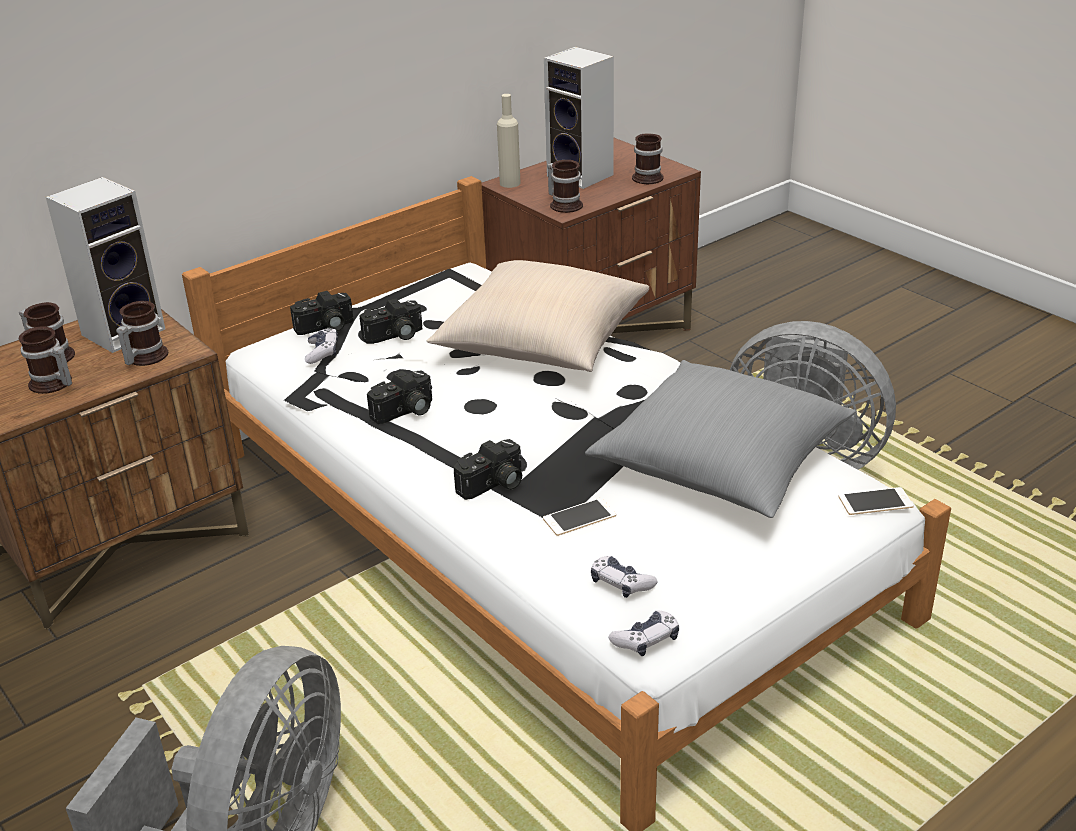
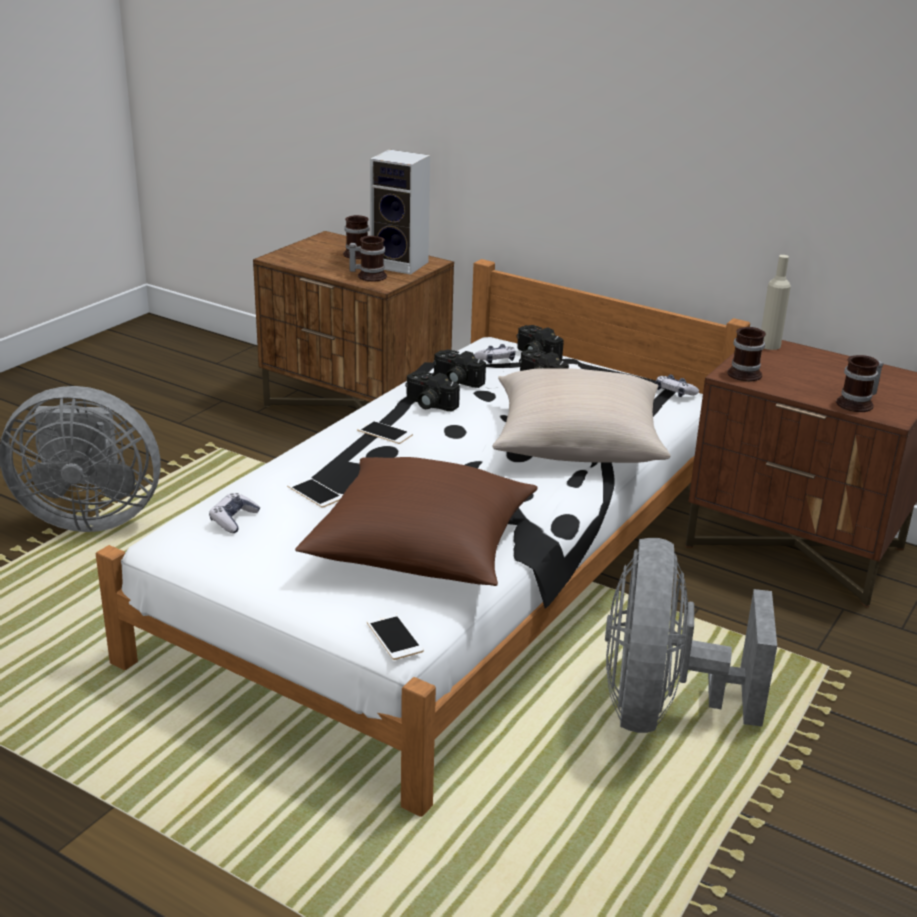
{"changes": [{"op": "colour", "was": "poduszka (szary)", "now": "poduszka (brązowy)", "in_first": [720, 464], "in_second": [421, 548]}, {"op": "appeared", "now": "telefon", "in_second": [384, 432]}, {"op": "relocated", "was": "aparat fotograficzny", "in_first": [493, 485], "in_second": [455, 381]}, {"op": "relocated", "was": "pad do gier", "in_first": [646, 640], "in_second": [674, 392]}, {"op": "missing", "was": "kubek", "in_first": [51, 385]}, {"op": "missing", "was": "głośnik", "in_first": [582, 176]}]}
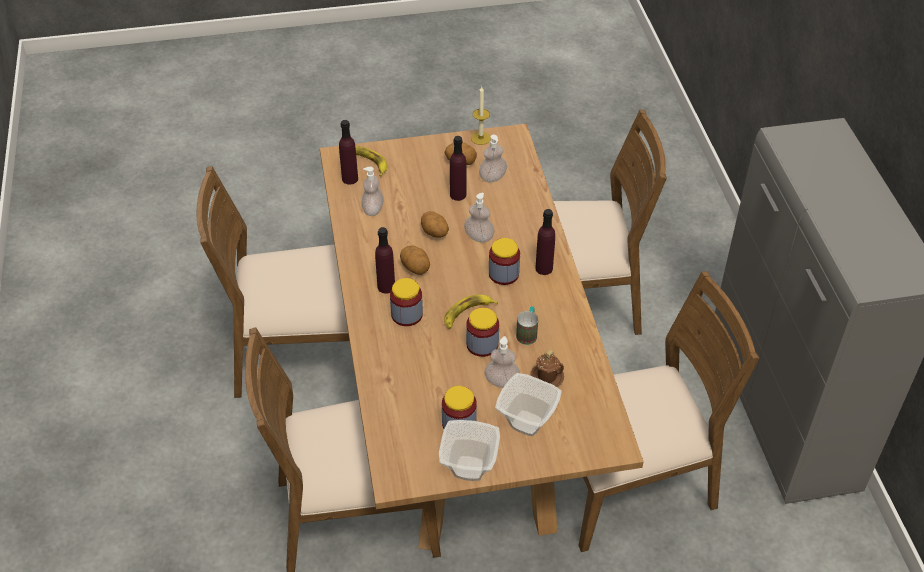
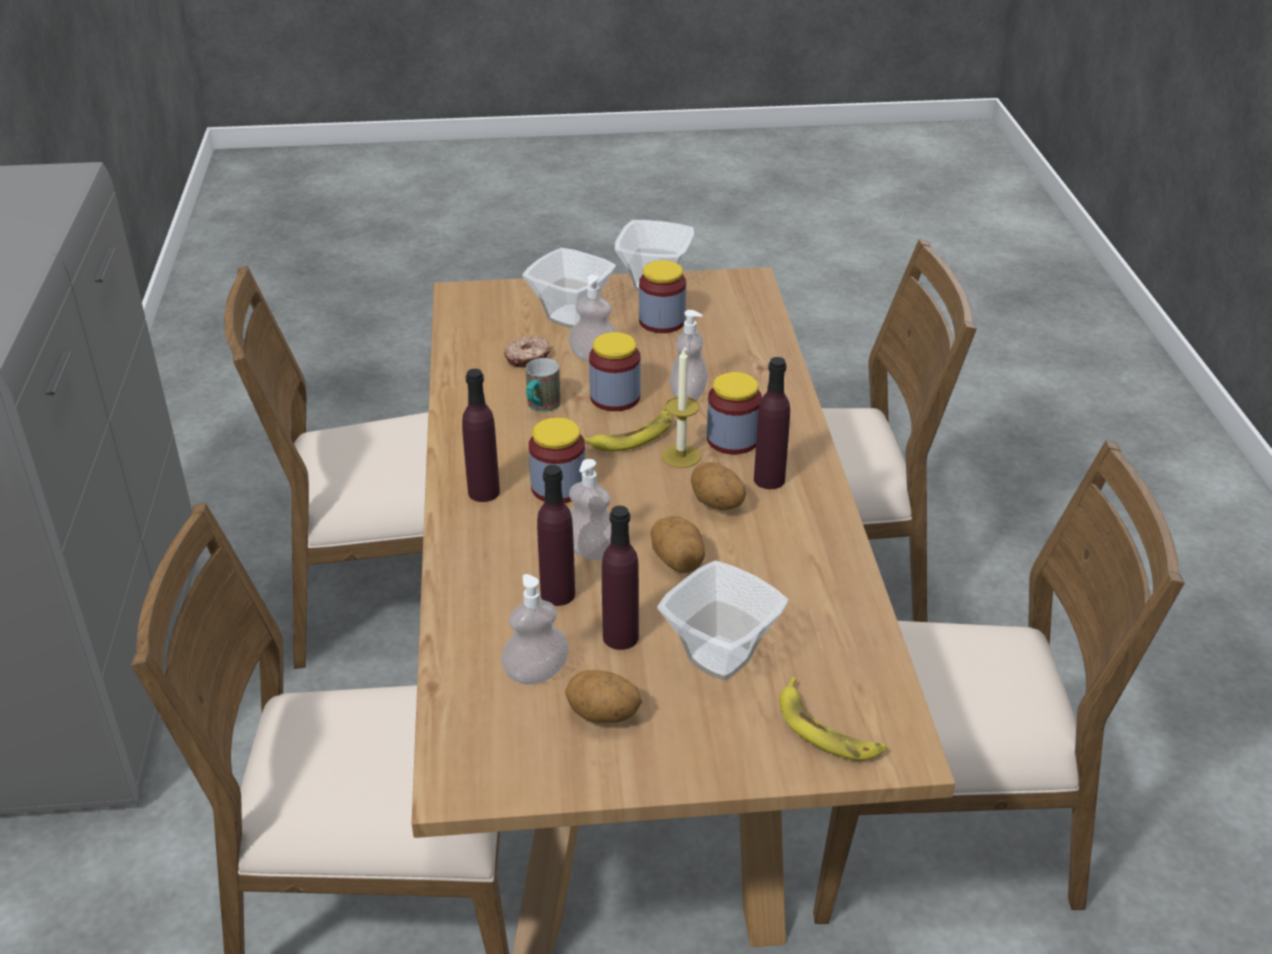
{"changes": [{"op": "exchanged", "was": "kubek (brązowy)", "now": "donut", "in_first": [547, 377], "in_second": [528, 358]}, {"op": "relocated", "was": "butelka (fioletowy)", "in_first": [350, 179], "in_second": [558, 594]}, {"op": "appeared", "now": "miska", "in_second": [717, 658]}, {"op": "relocated", "was": "świeca", "in_first": [480, 138], "in_second": [681, 456]}, {"op": "relocated", "was": "dozownik mydła", "in_first": [373, 209], "in_second": [688, 394]}]}
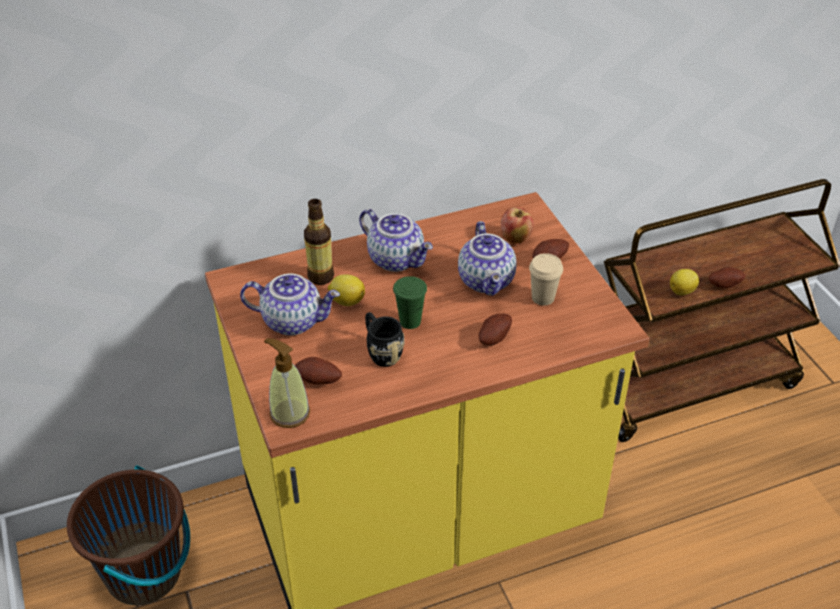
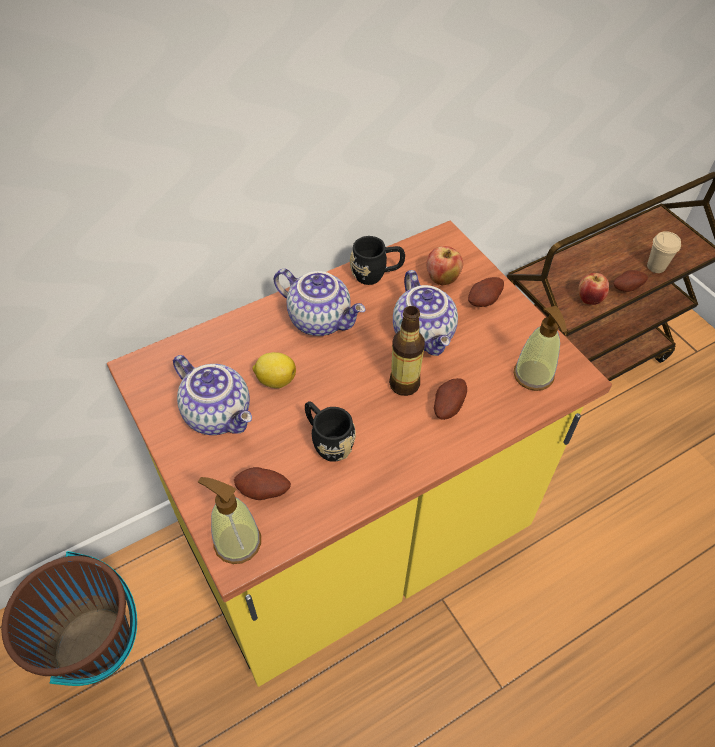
{"changes": [{"op": "spun", "was": "imbryk", "in_first": [293, 321], "in_second": [219, 414], "clockwise": 45}, {"op": "appeared", "now": "kubek (czarny)", "in_second": [376, 274]}, {"op": "relocated", "was": "butelka", "in_first": [320, 277], "in_second": [404, 384]}, {"op": "appeared", "now": "dozownik mydła", "in_second": [533, 375]}, {"op": "exchanged", "was": "cytryna", "now": "jabłko", "in_first": [682, 291], "in_second": [589, 299]}, {"op": "relocated", "was": "filiżanka (beżowy)", "in_first": [543, 298], "in_second": [656, 266]}, {"op": "missing", "was": "filiżanka (zielony)", "in_first": [410, 321]}]}
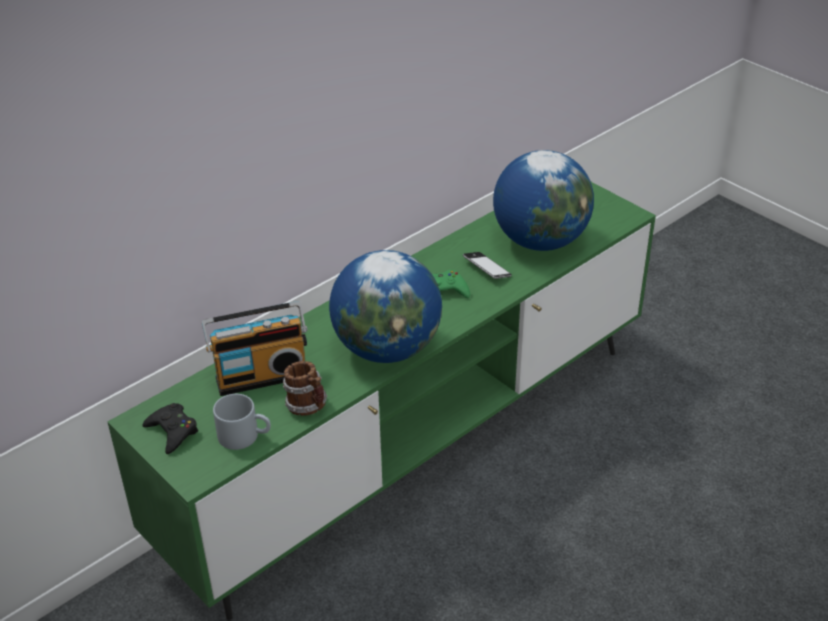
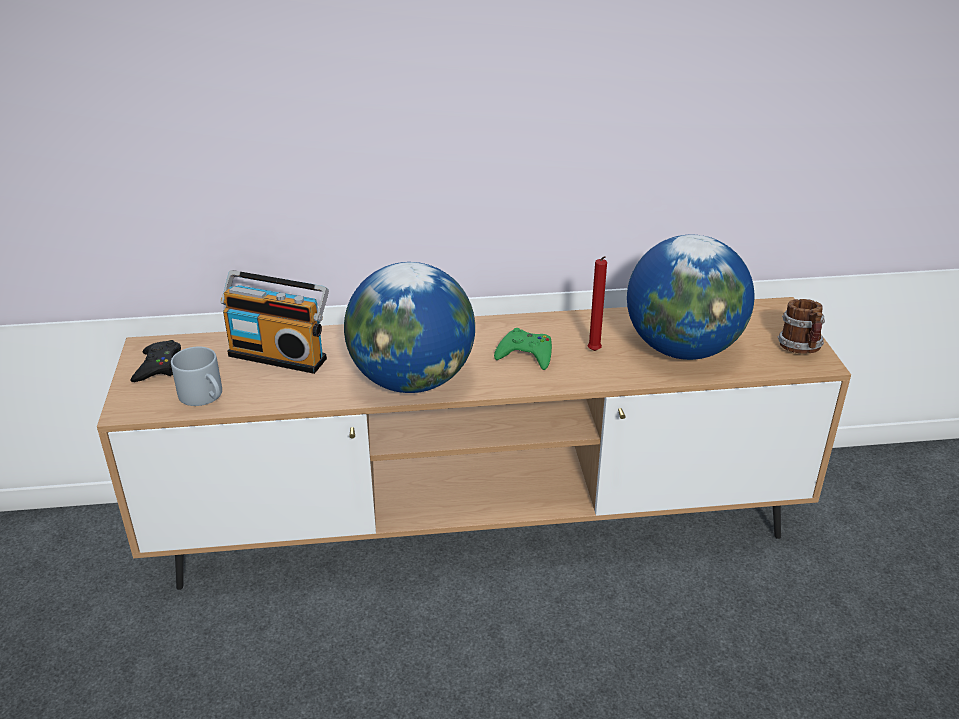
{"changes": [{"op": "colour", "was": "szafka pod telewizor (zielony)", "now": "szafka pod telewizor (brązowy)", "in_first": [414, 449], "in_second": [479, 528]}, {"op": "exchanged", "was": "telefon", "now": "świeca (czerwony)", "in_first": [486, 269], "in_second": [594, 352]}, {"op": "relocated", "was": "kubek", "in_first": [308, 407], "in_second": [800, 349]}]}
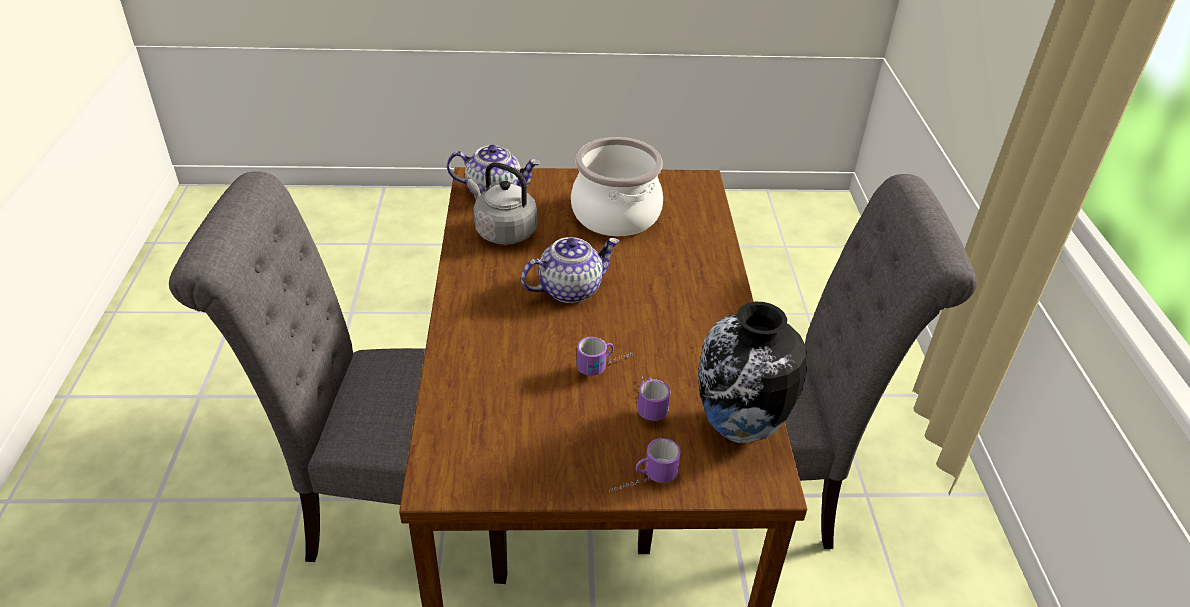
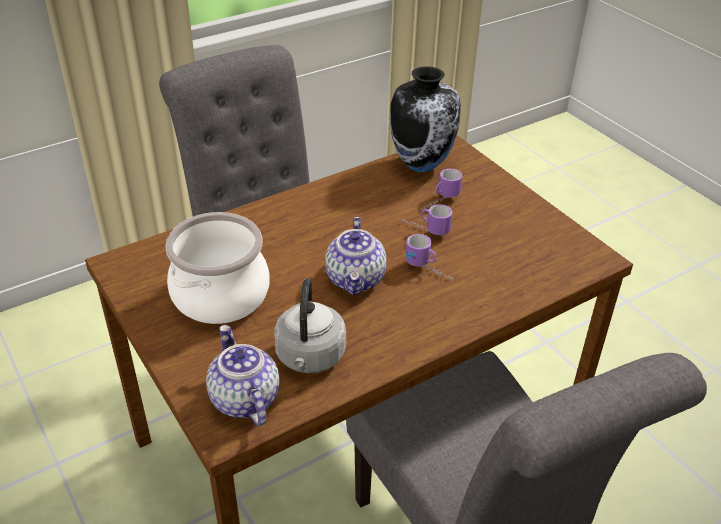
{"changes": [{"op": "spun", "was": "imbryk", "in_first": [570, 289], "in_second": [356, 279], "clockwise": -120}, {"op": "relocated", "was": "kubek", "in_first": [642, 482], "in_second": [429, 271]}]}
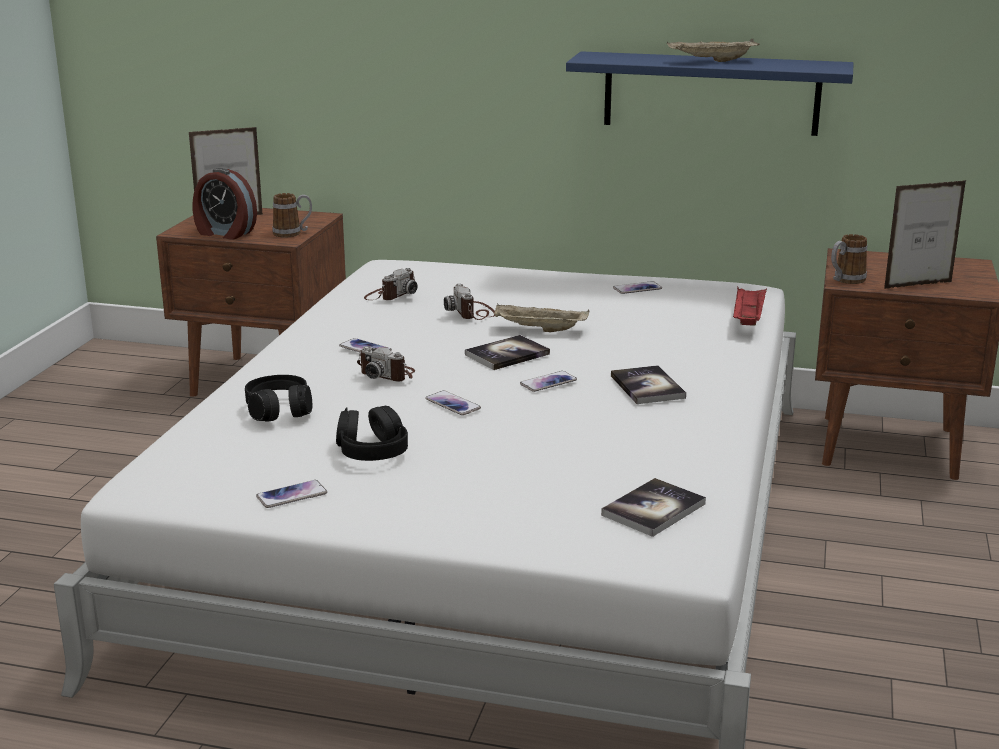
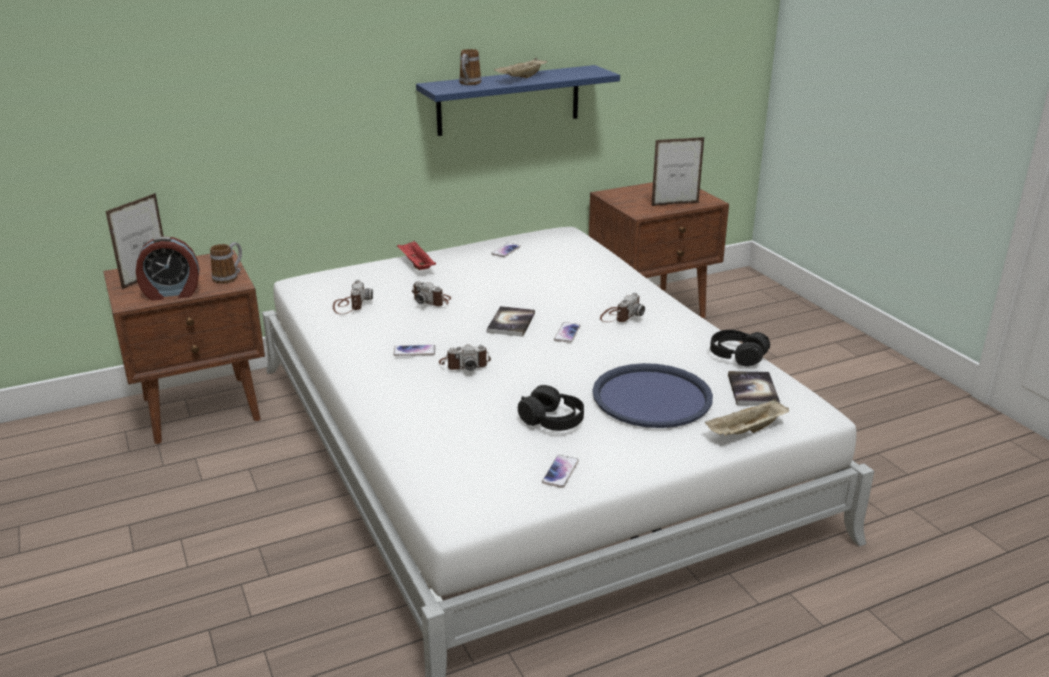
{"changes": [{"op": "relocated", "was": "taca (czerwony)", "in_first": [747, 319], "in_second": [416, 265]}, {"op": "relocated", "was": "kubek", "in_first": [845, 280], "in_second": [468, 84]}, {"op": "appeared", "now": "taca (niebieski)", "in_second": [651, 397]}, {"op": "exchanged", "was": "książka", "now": "aparat fotograficzny", "in_first": [647, 387], "in_second": [620, 316]}, {"op": "spun", "was": "ramka na zdjęcie", "in_first": [918, 285], "in_second": [675, 204], "clockwise": 45}, {"op": "relocated", "was": "taca (beżowy)", "in_first": [539, 330], "in_second": [746, 432]}, {"op": "relocated", "was": "słuchawki (czarny)", "in_first": [279, 410], "in_second": [737, 356]}, {"op": "missing", "was": "telefon", "in_first": [453, 404]}]}
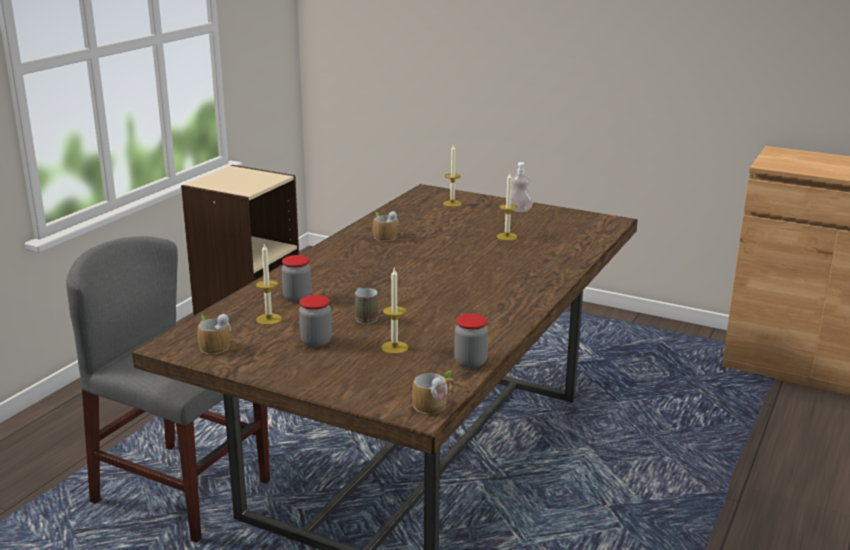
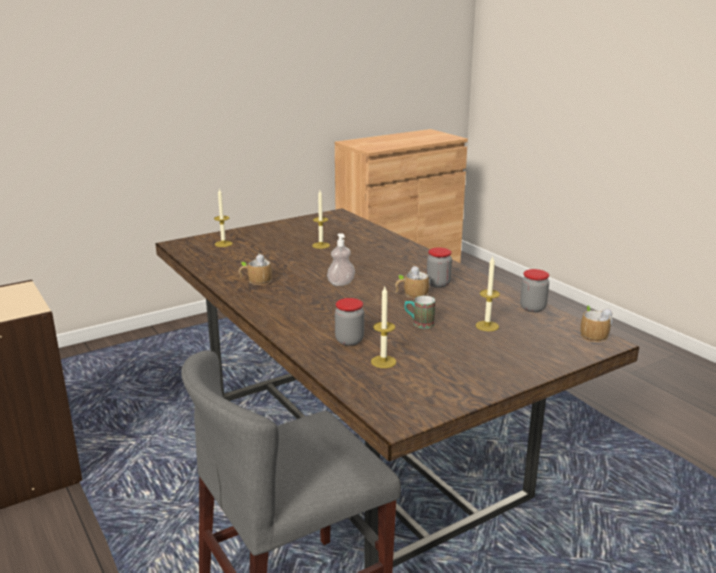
{"changes": [{"op": "relocated", "was": "dozownik mydła", "in_first": [519, 210], "in_second": [341, 283]}, {"op": "relocated", "was": "kubek", "in_first": [212, 345], "in_second": [411, 294]}, {"op": "relocated", "was": "słoik", "in_first": [316, 341], "in_second": [438, 284]}]}
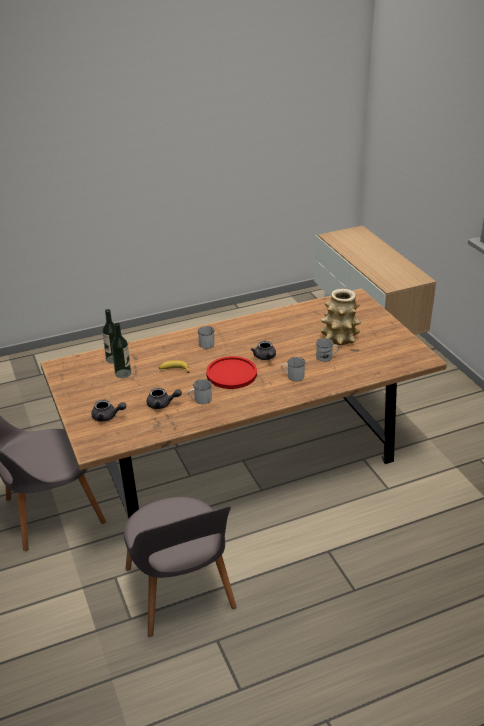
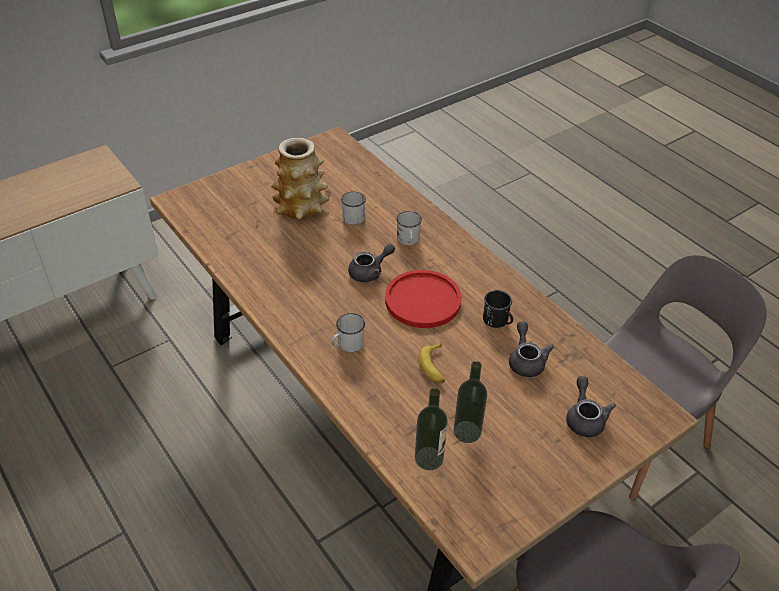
{"changes": [{"op": "colour", "was": "kubek (biały)", "now": "kubek (czarny)", "in_first": [200, 400], "in_second": [498, 321]}]}
